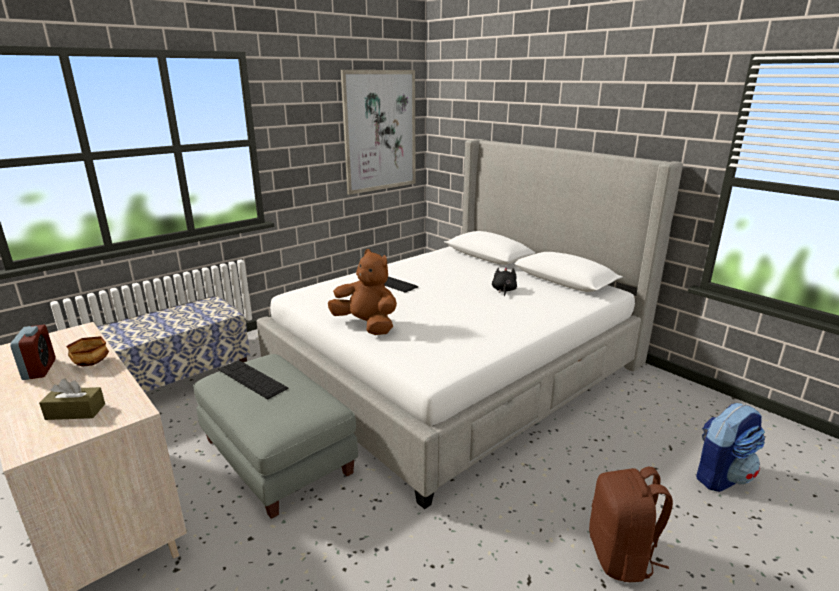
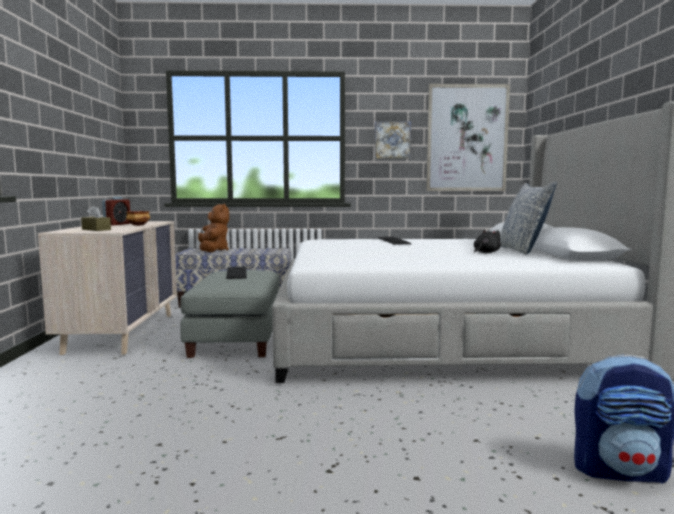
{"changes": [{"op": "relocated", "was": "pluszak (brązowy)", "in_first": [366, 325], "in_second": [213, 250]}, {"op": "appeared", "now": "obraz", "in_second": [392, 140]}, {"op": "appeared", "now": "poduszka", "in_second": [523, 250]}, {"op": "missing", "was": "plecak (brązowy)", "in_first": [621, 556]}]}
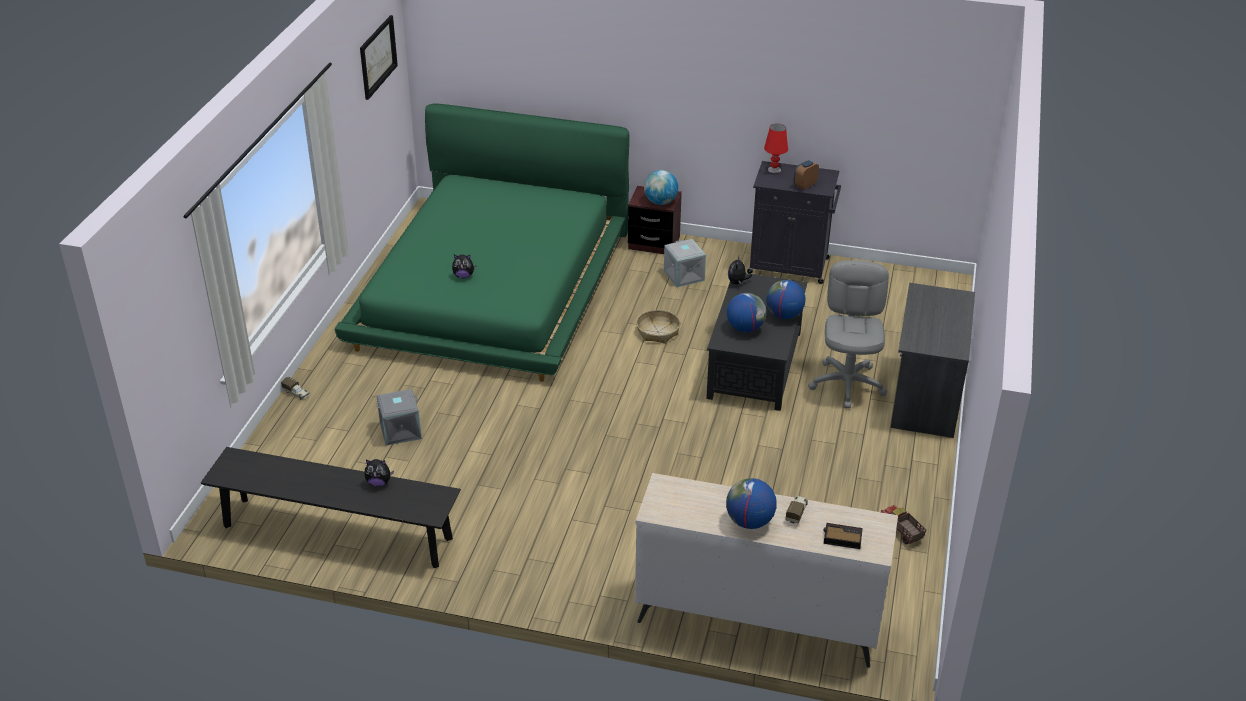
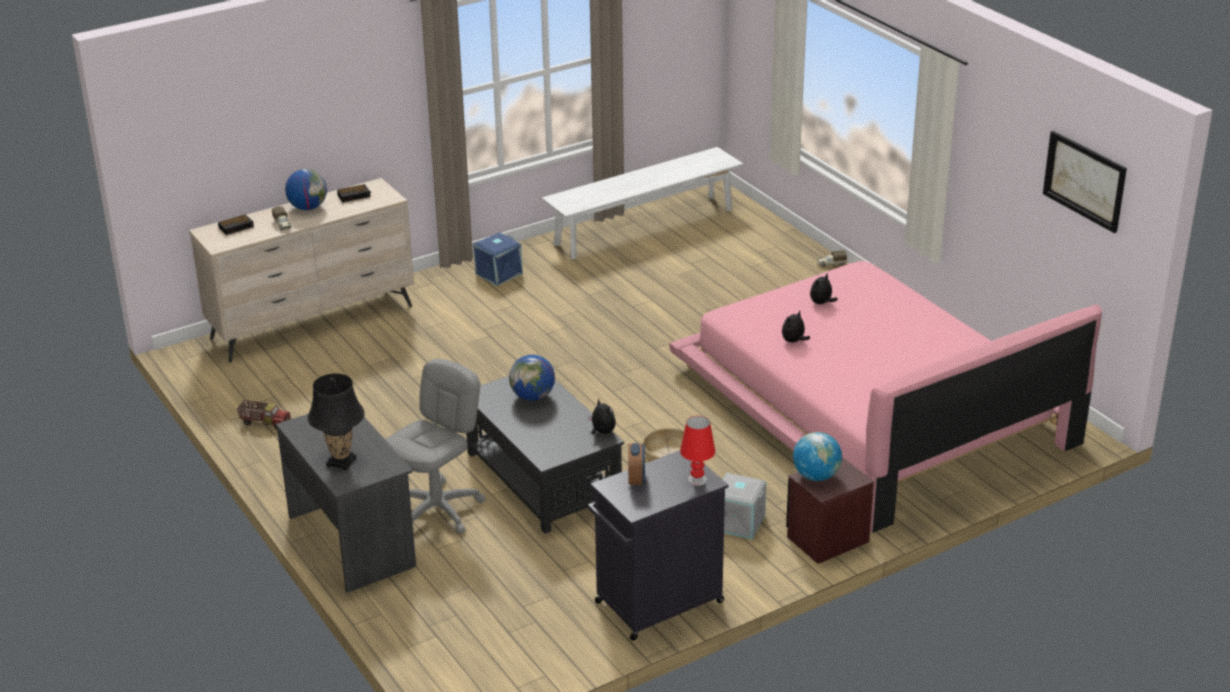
{"changes": [{"op": "appeared", "now": "lampa stołowa (czarny)", "in_second": [341, 462]}, {"op": "appeared", "now": "budzik", "in_second": [354, 195]}, {"op": "spun", "was": "krzesło biurowe (szary)", "in_first": [847, 384], "in_second": [438, 509], "clockwise": -105}, {"op": "appeared", "now": "pojemnik do przechowywania (niebieski)", "in_second": [499, 274]}, {"op": "colour", "was": "ławka (czarny)", "now": "ławka (biały)", "in_first": [337, 532], "in_second": [644, 227]}, {"op": "colour", "was": "łóżko (zielony)", "now": "łóżko (różowy)", "in_first": [493, 287], "in_second": [872, 406]}, {"op": "relocated", "was": "pluszak", "in_first": [379, 482], "in_second": [794, 341]}, {"op": "missing", "was": "pojemnik do przechowywania (szary)", "in_first": [400, 431]}, {"op": "missing", "was": "globus", "in_first": [784, 315]}]}
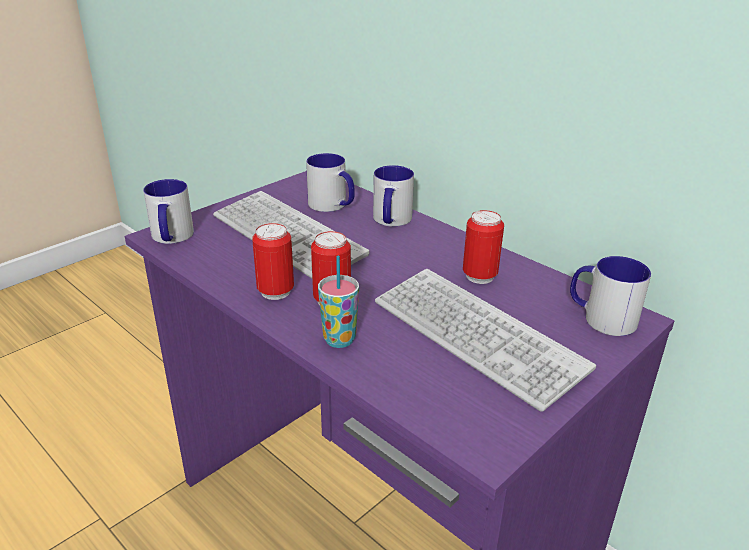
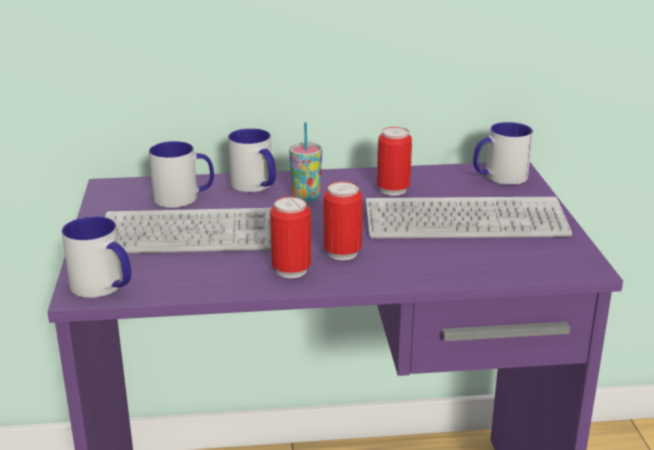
{"changes": [{"op": "relocated", "was": "filiżanka", "in_first": [339, 340], "in_second": [306, 197]}]}
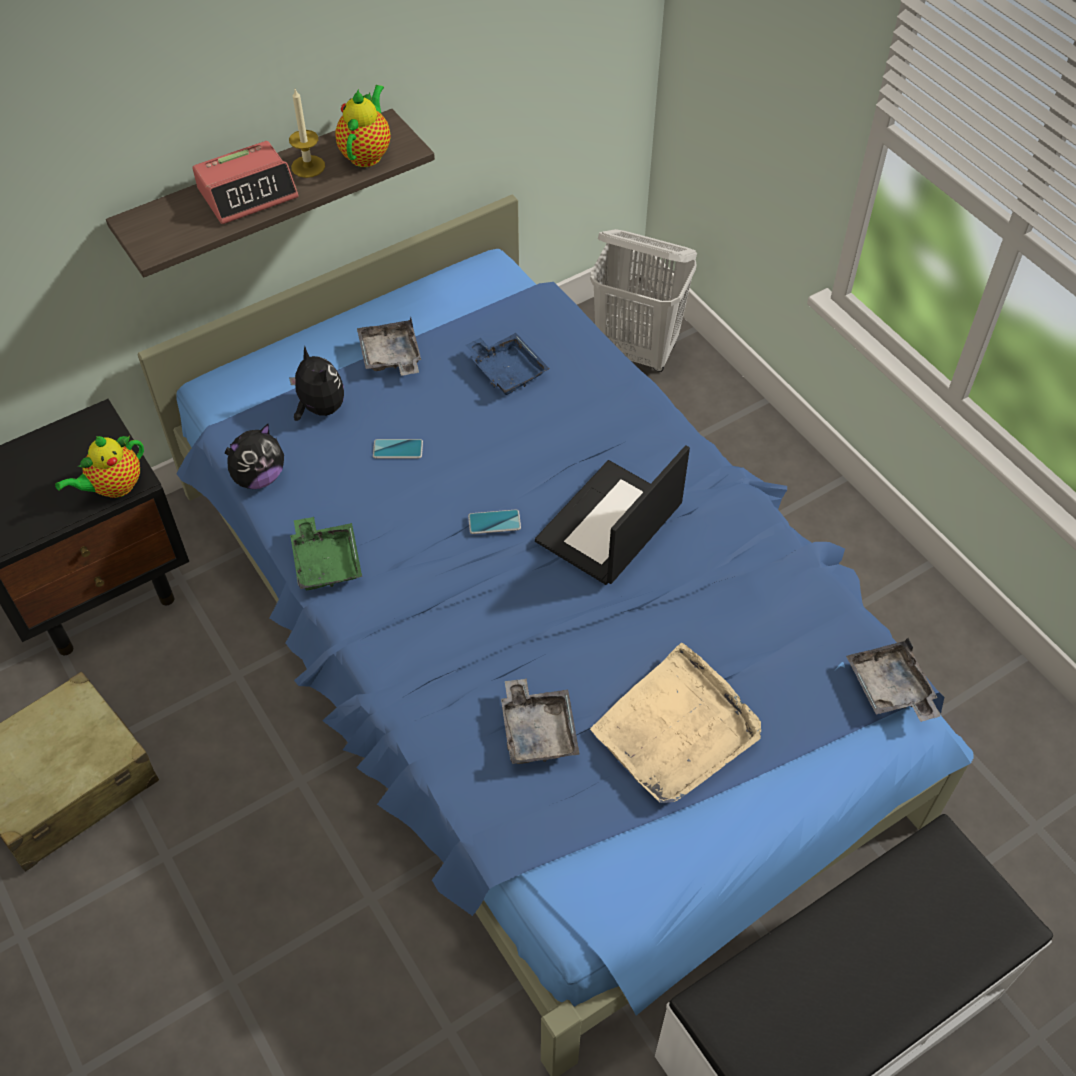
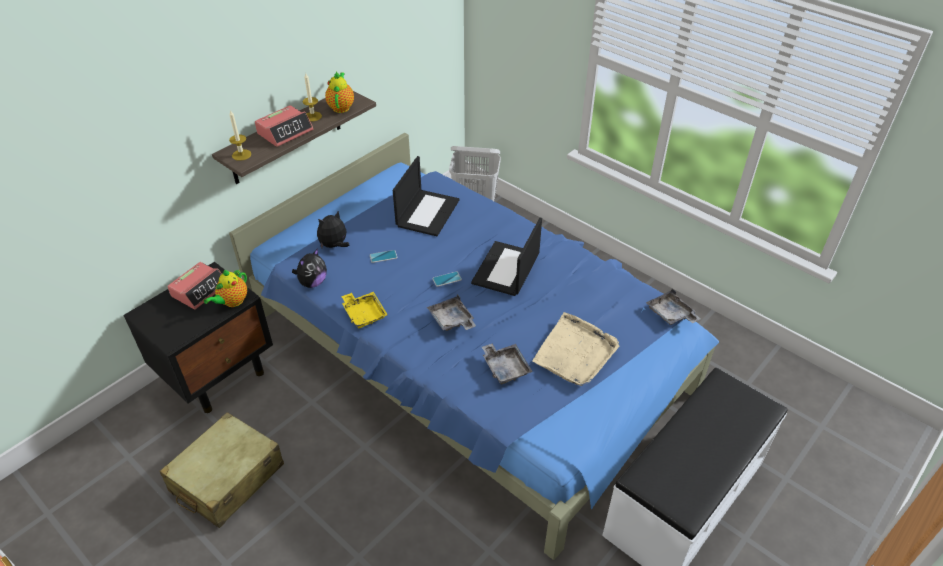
{"changes": [{"op": "appeared", "now": "budzik", "in_second": [199, 290]}, {"op": "appeared", "now": "świeca", "in_second": [241, 155]}, {"op": "spun", "was": "pluszak", "in_first": [319, 408], "in_second": [334, 246], "clockwise": -75}, {"op": "colour", "was": "taca (zielony)", "now": "taca (żółty)", "in_first": [326, 562], "in_second": [364, 314]}, {"op": "exchanged", "was": "taca (niebieski)", "now": "laptop", "in_first": [507, 371], "in_second": [427, 212]}, {"op": "relocated", "was": "taca (szary)", "in_first": [391, 357], "in_second": [451, 320]}]}
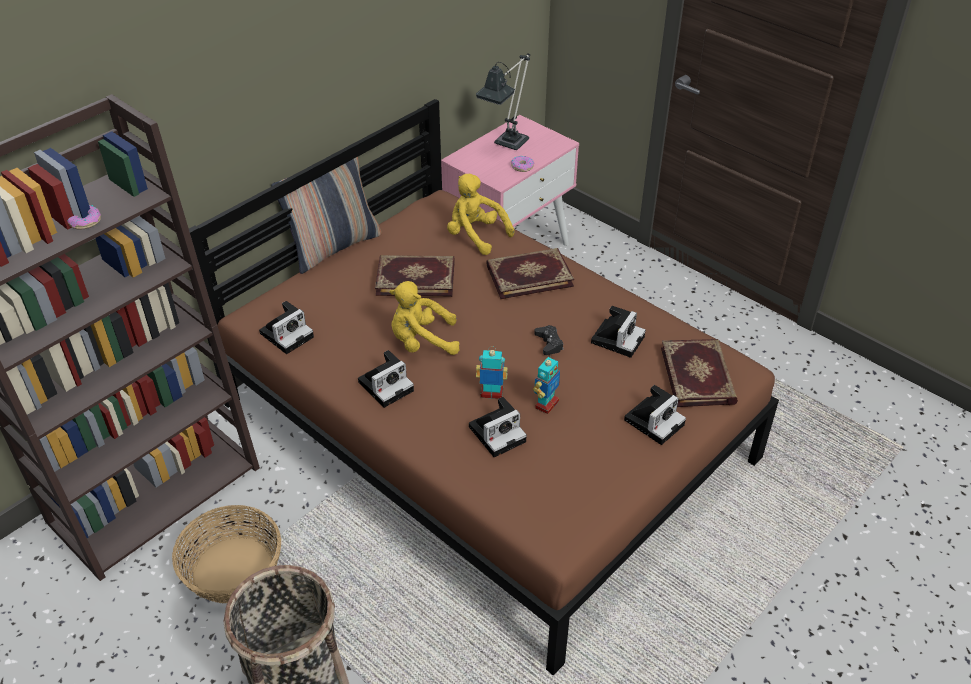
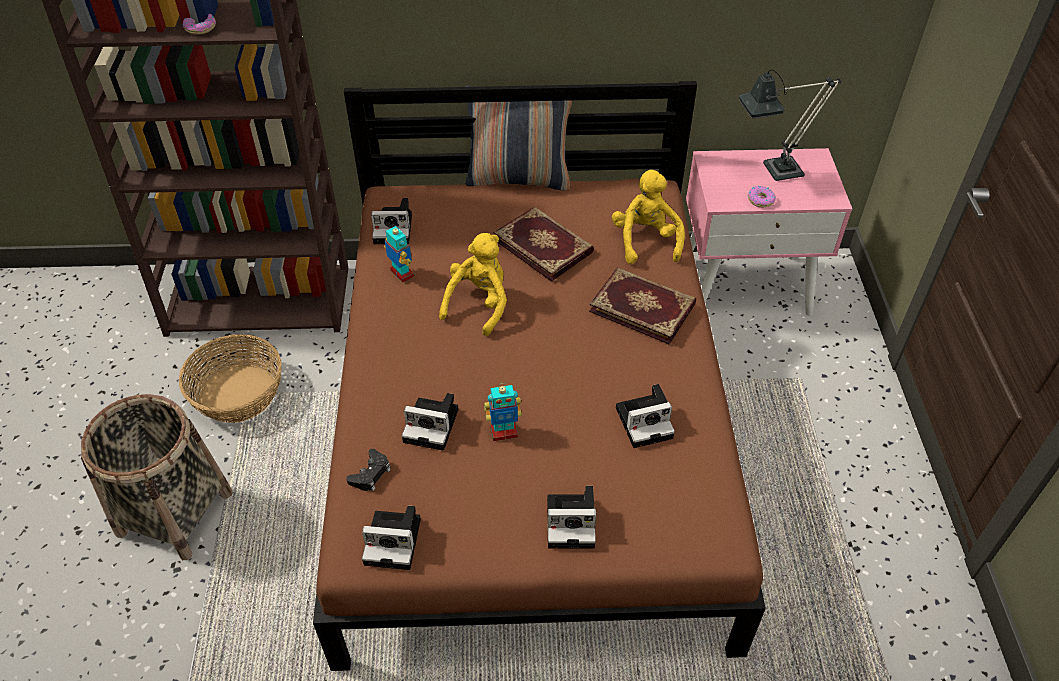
{"changes": [{"op": "relocated", "was": "pad do gier (czarny)", "in_first": [549, 343], "in_second": [370, 474]}, {"op": "relocated", "was": "aparat fotograficzny", "in_first": [387, 385], "in_second": [395, 541]}, {"op": "relocated", "was": "robot zabawkowy", "in_first": [491, 393], "in_second": [402, 274]}, {"op": "spun", "was": "pluszak (żółty)", "in_first": [422, 342], "in_second": [479, 304], "clockwise": 75}, {"op": "missing", "was": "książka", "in_first": [699, 375]}]}
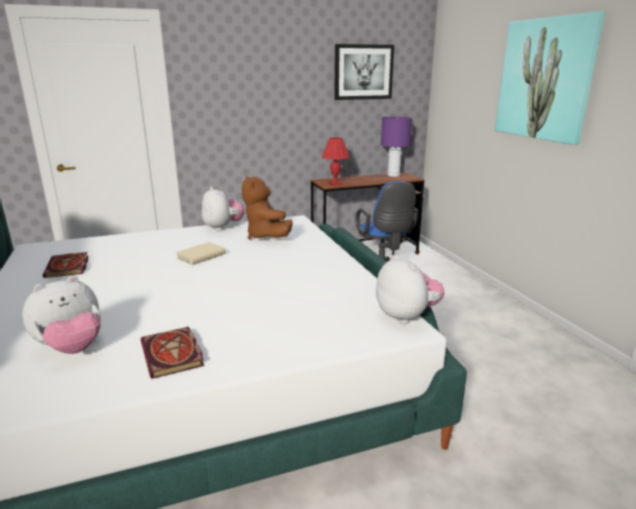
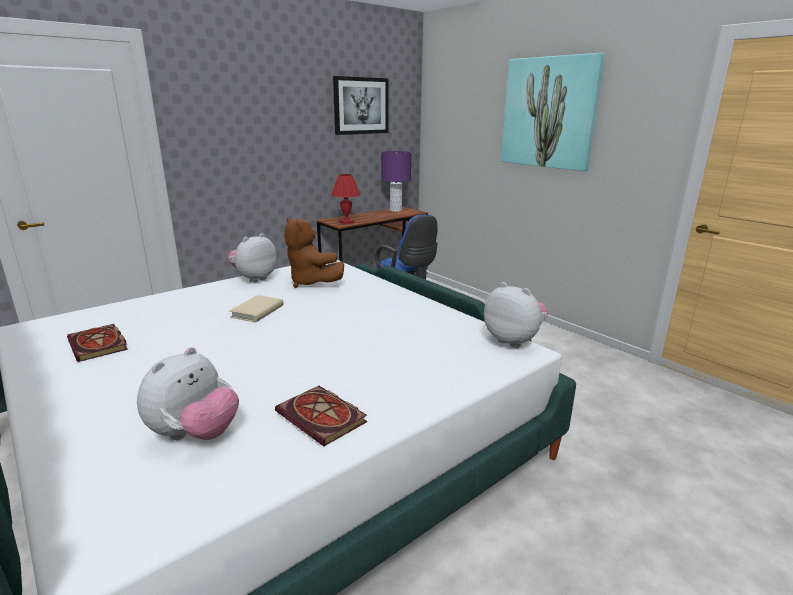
{"changes": [{"op": "spun", "was": "pluszak", "in_first": [223, 227], "in_second": [254, 278], "clockwise": -90}]}
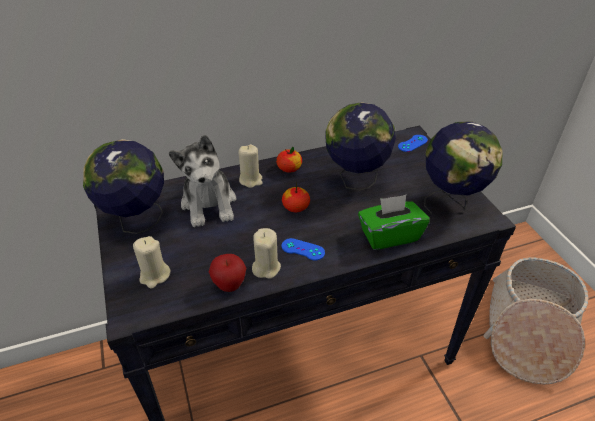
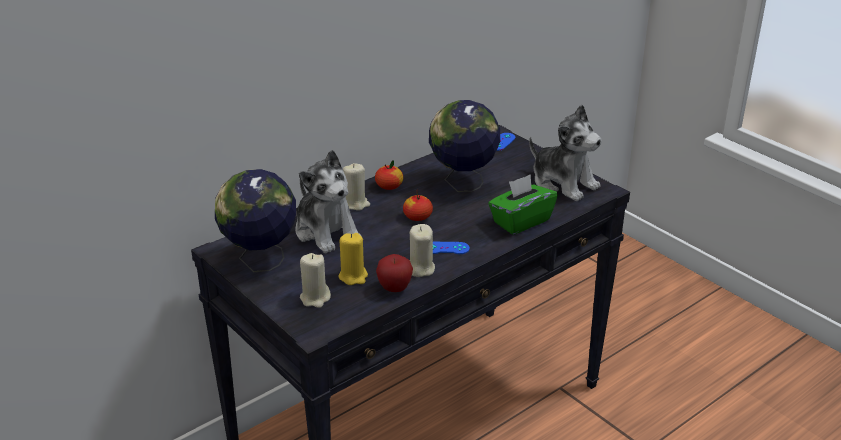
{"changes": [{"op": "appeared", "now": "świeca (żółty)", "in_second": [353, 276]}, {"op": "exchanged", "was": "globus", "now": "pluszak", "in_first": [451, 201], "in_second": [563, 183]}, {"op": "missing", "was": "koszyk", "in_first": [527, 331]}]}
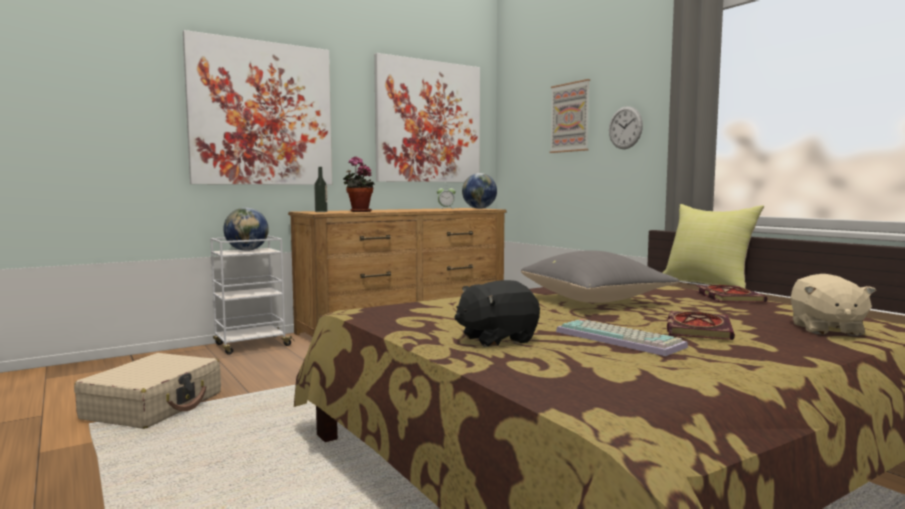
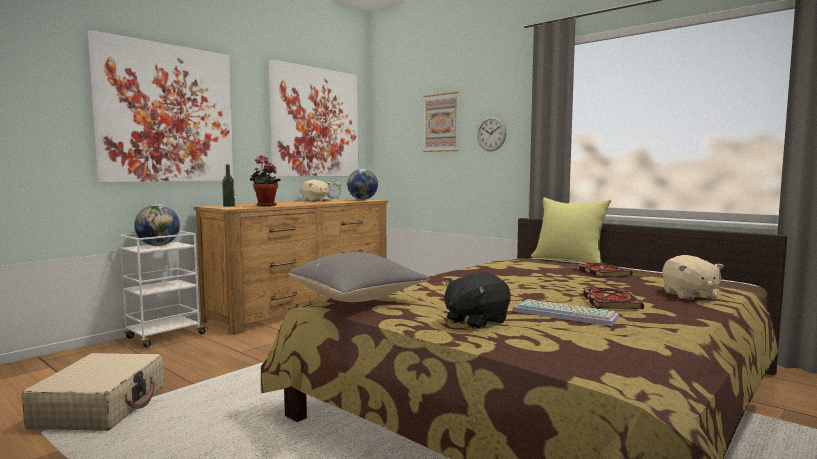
{"changes": [{"op": "relocated", "was": "poduszka (szary)", "in_first": [595, 301], "in_second": [358, 299]}, {"op": "appeared", "now": "pluszak (beżowy)", "in_second": [315, 201]}]}
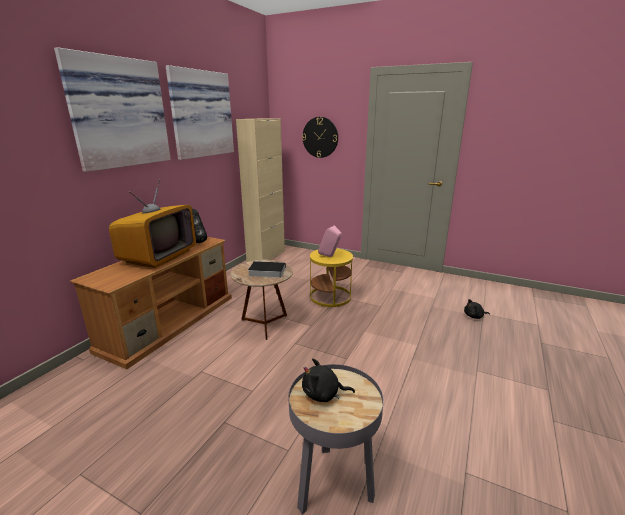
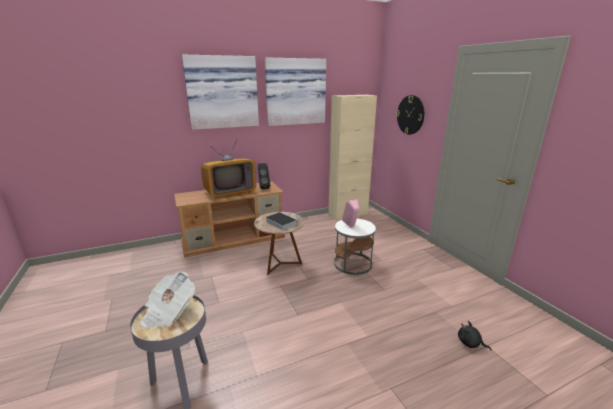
{"changes": [{"op": "exchanged", "was": "pluszak (czarny)", "now": "gazeta", "in_first": [323, 394], "in_second": [169, 311]}, {"op": "colour", "was": "stolik (żółty)", "now": "stolik (biały)", "in_first": [330, 296], "in_second": [353, 263]}]}
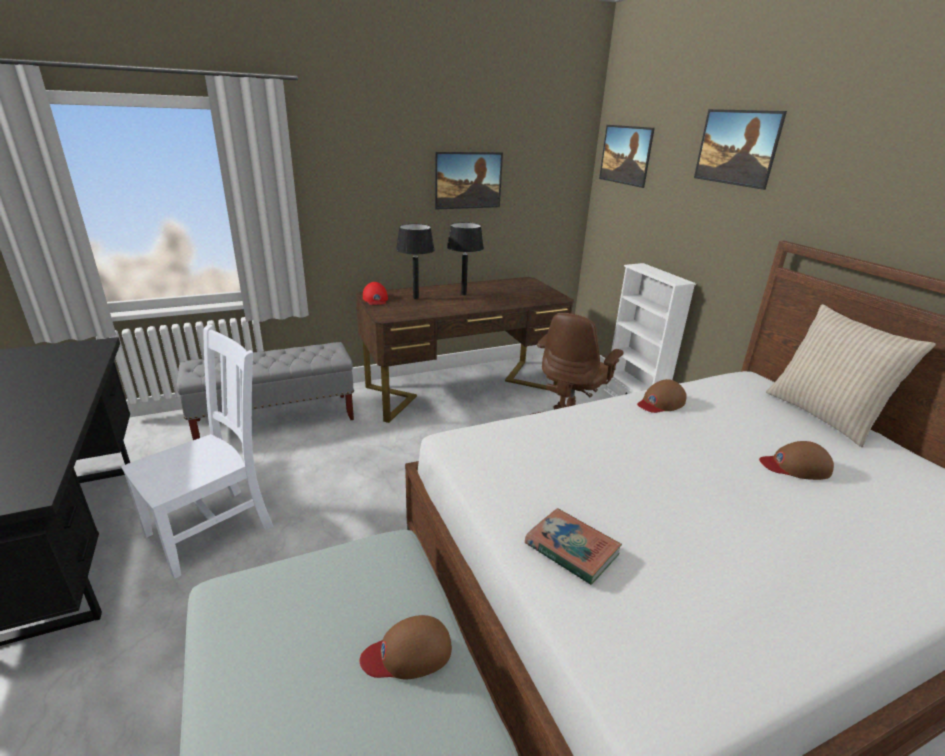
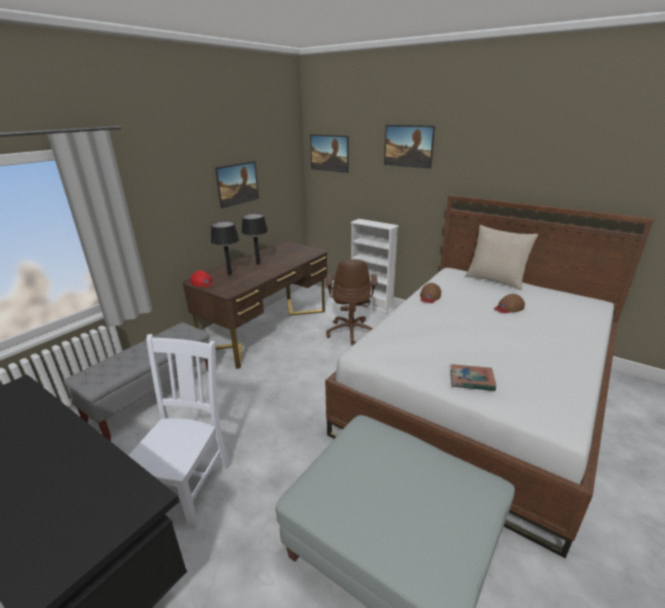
{"changes": [{"op": "missing", "was": "czapka z daszkiem (brązowy)", "in_first": [408, 653]}]}
